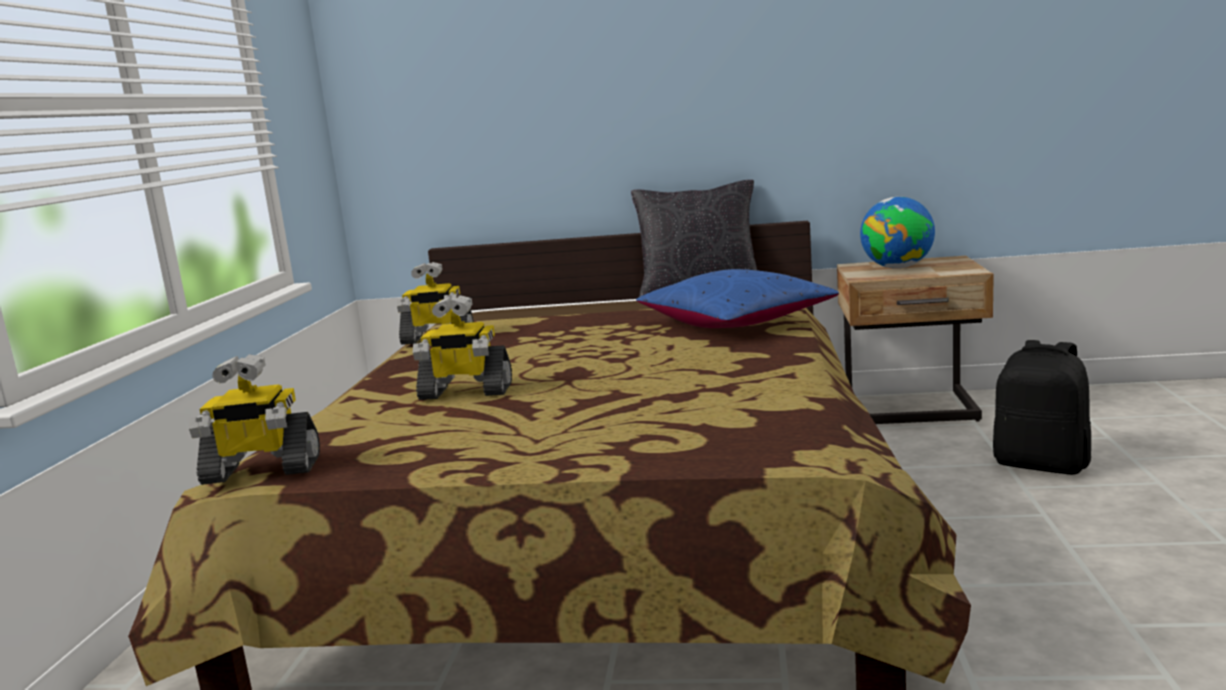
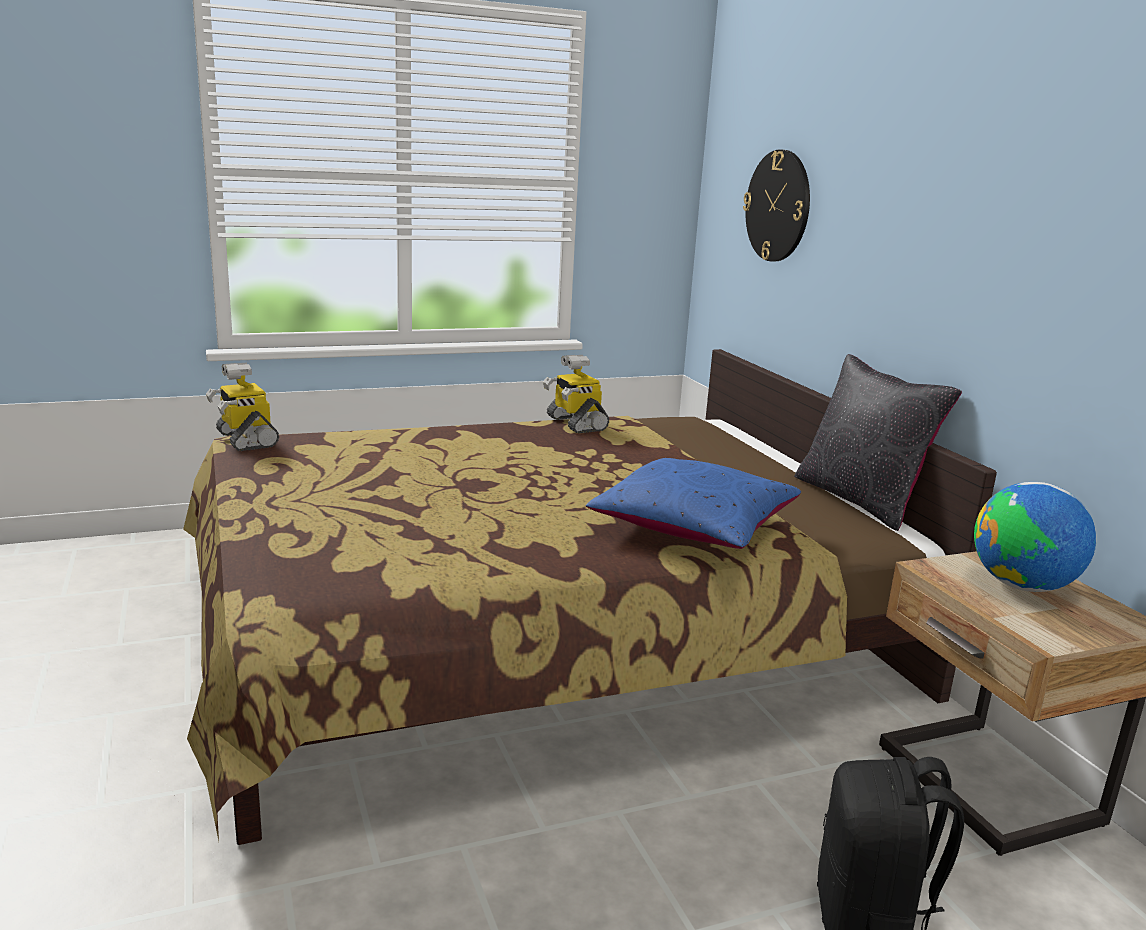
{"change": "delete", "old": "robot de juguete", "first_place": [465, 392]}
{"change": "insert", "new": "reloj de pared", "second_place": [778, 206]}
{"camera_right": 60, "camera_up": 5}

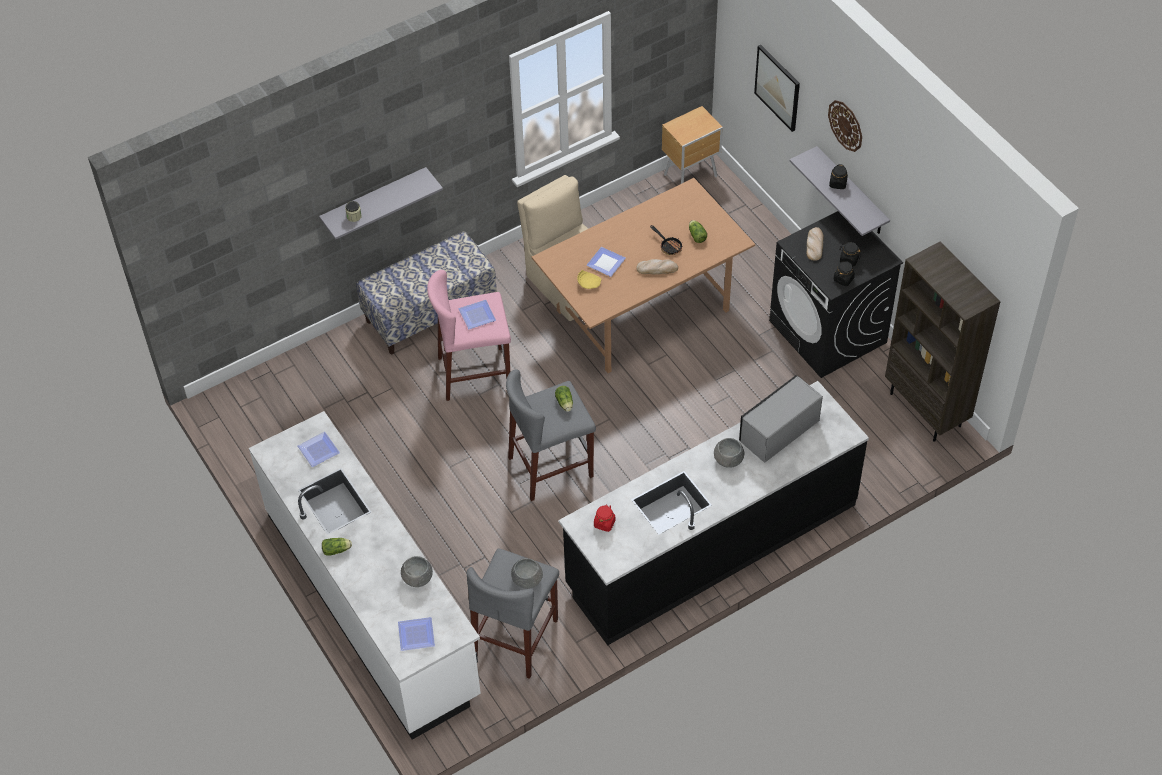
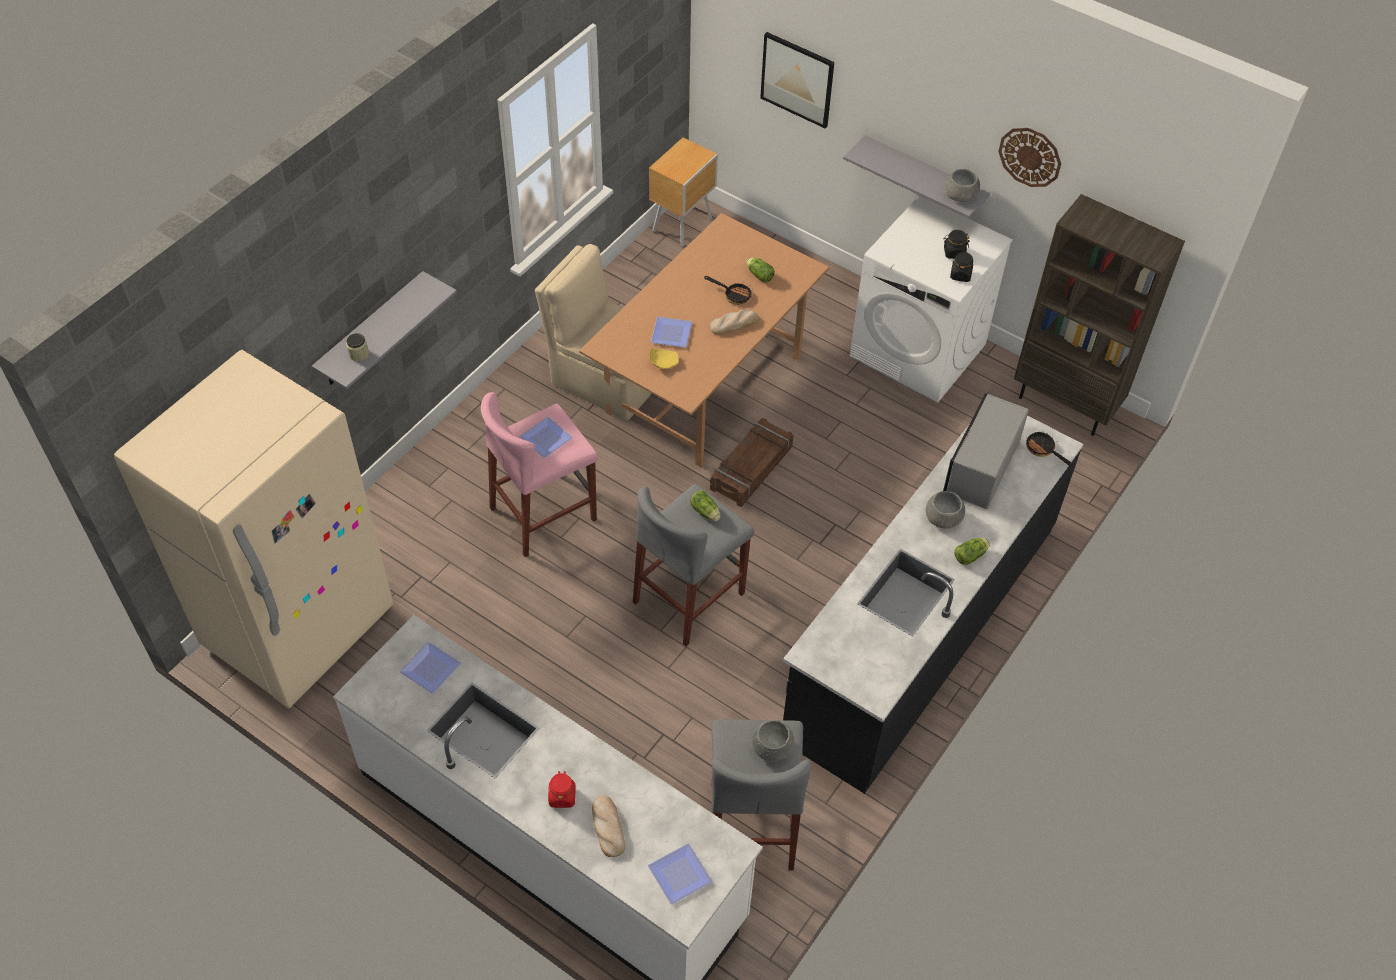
{"change": "delete", "old": "banco", "first_place": [430, 312]}
{"change": "delete", "old": "tarro [negro]", "first_place": [838, 183]}
{"change": "insert", "new": "nevera [beis]", "second_place": [299, 628]}
{"change": "insert", "new": "caja de embalaje", "second_place": [752, 468]}
{"change": "insert", "new": "sartén", "second_place": [1043, 450]}
{"change": "move", "old": "lechuga", "first_place": [337, 550], "second_place": [971, 555]}
{"change": "move", "old": "cuenco [gris]", "first_place": [417, 577], "second_place": [960, 195]}
{"change": "move", "old": "tarro [rojo]", "first_place": [604, 523], "second_place": [562, 796]}
{"change": "move", "old": "pan", "first_place": [814, 245], "second_place": [607, 827]}
{"change": "move", "old": "reloj de pared", "first_place": [846, 125], "second_place": [1030, 156]}
{"change": "recolor", "old": "lavadora [negro]", "new": "lavadora [blanco]", "first_place": [828, 332], "second_place": [918, 350]}
{"camera_right": -25, "camera_up": 0}

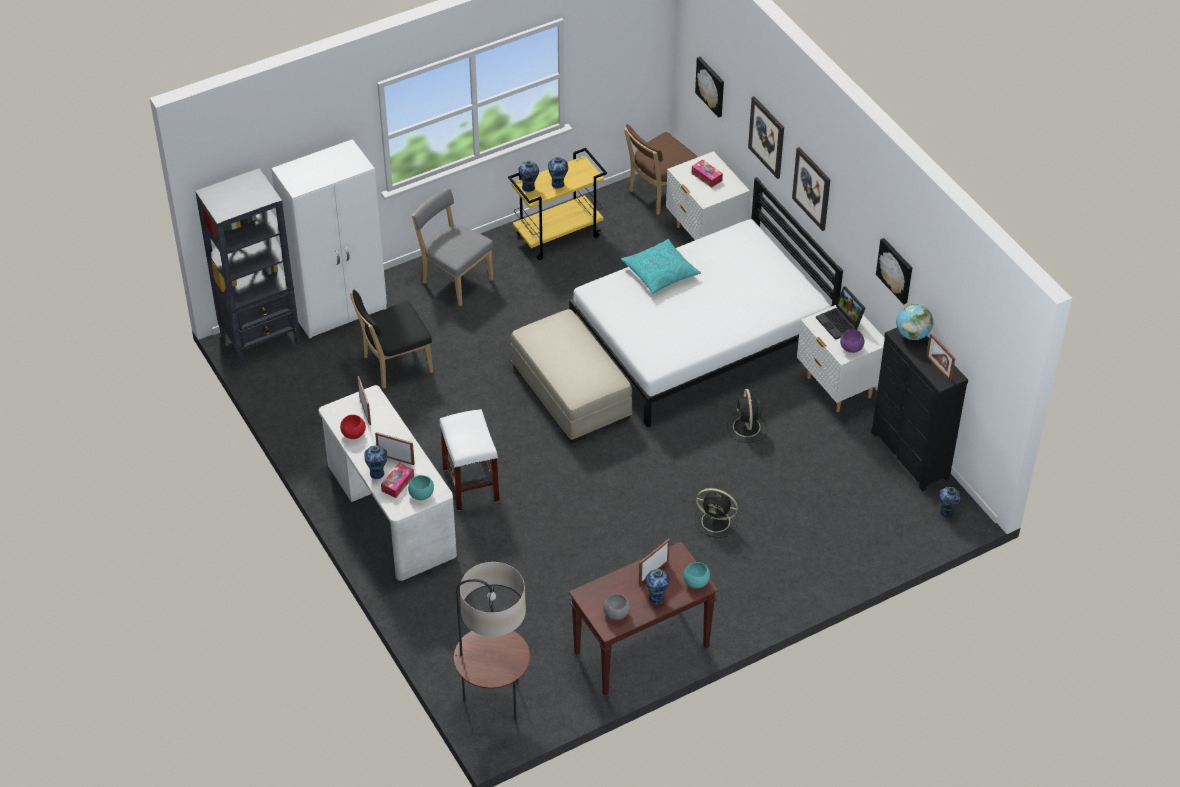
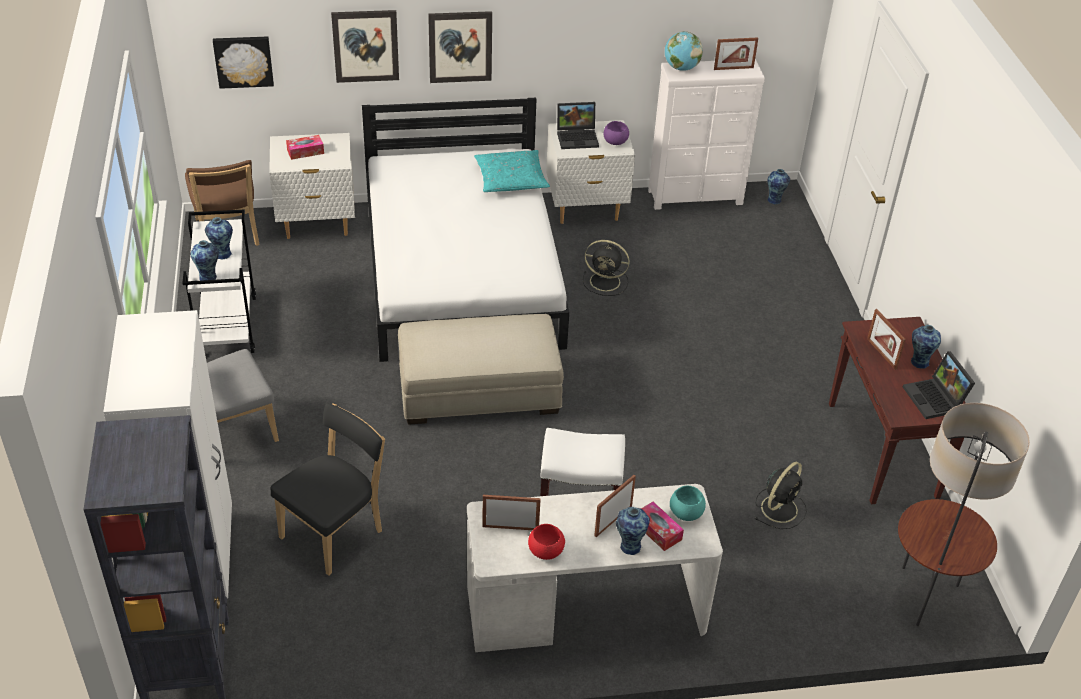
{"change": "delete", "old": "cuenco [turquesa]", "first_place": [697, 581]}
{"change": "delete", "old": "cuadro", "first_place": [896, 270]}
{"change": "move", "old": "cojín [turquesa]", "first_place": [660, 272], "second_place": [511, 179]}
{"change": "move", "old": "ventilador [negro]", "first_place": [717, 521], "second_place": [780, 508]}
{"change": "replace", "old": "cuenco [gris]", "new": "portátil", "first_place": [616, 613], "second_place": [935, 399]}
{"change": "recolor", "old": "carrito [amarillo]", "new": "carrito [blanco]", "first_place": [558, 235], "second_place": [227, 326]}
{"change": "recolor", "old": "cómoda [negro]", "new": "cómoda [blanco]", "first_place": [909, 456], "second_place": [696, 198]}
{"change": "rotate", "old": "silla [negro]", "first_place": [394, 365], "second_place": [335, 532], "degrees": -135}
{"camera_right": -70, "camera_up": -5}

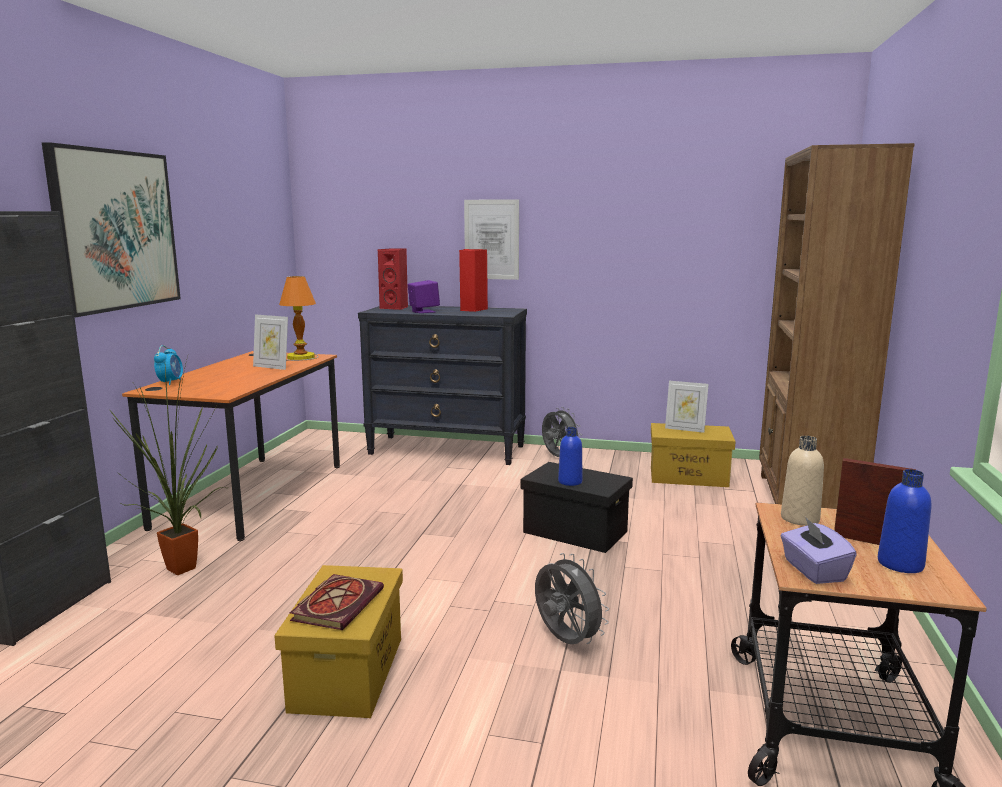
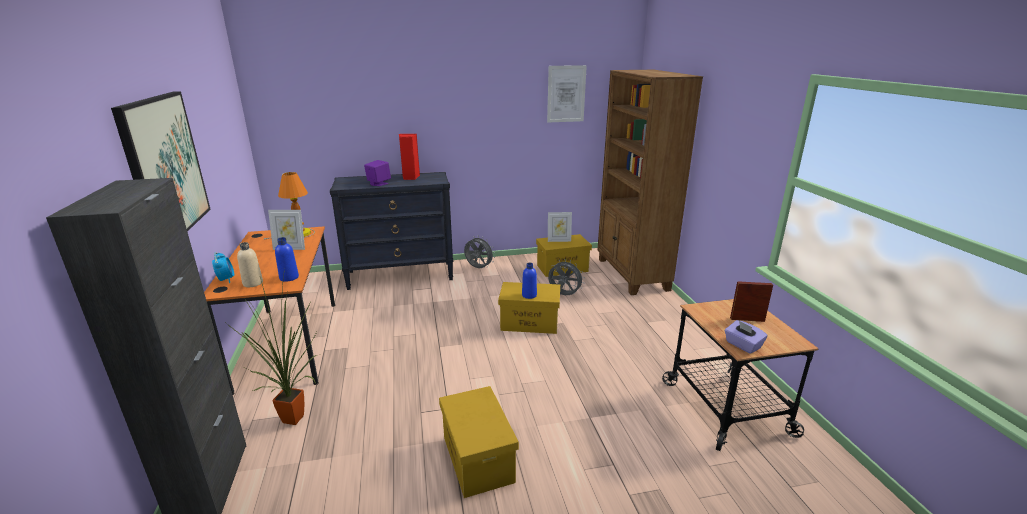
{"change": "delete", "old": "libro", "first_place": [337, 604]}
{"change": "delete", "old": "altavoz [rojo]", "first_place": [395, 308]}
{"change": "move", "old": "cuadro", "first_place": [491, 239], "second_place": [566, 94]}
{"change": "move", "old": "ventilador [gris]", "first_place": [565, 641], "second_place": [564, 295]}
{"change": "move", "old": "botella [beis]", "first_place": [800, 519], "second_place": [253, 283]}
{"change": "move", "old": "botella [azul]", "first_place": [900, 564], "second_place": [289, 278]}
{"change": "recolor", "old": "caja de almacenaje [negro]", "new": "caja de almacenaje [amarillo]", "first_place": [576, 532], "second_place": [530, 322]}
{"camera_right": -25, "camera_up": 10}

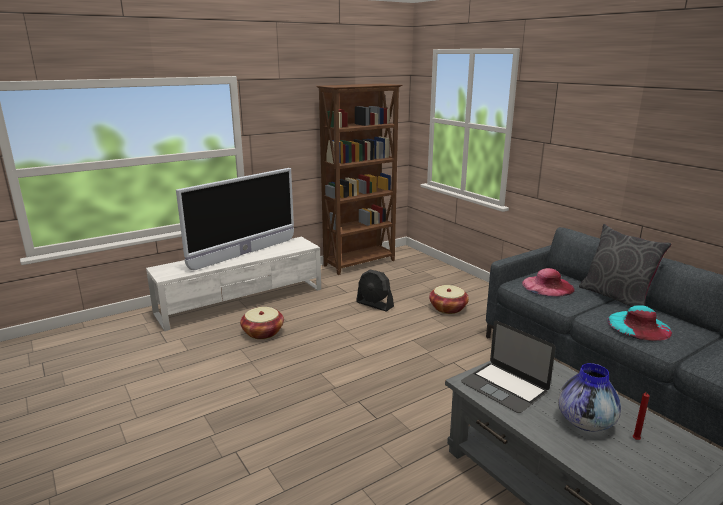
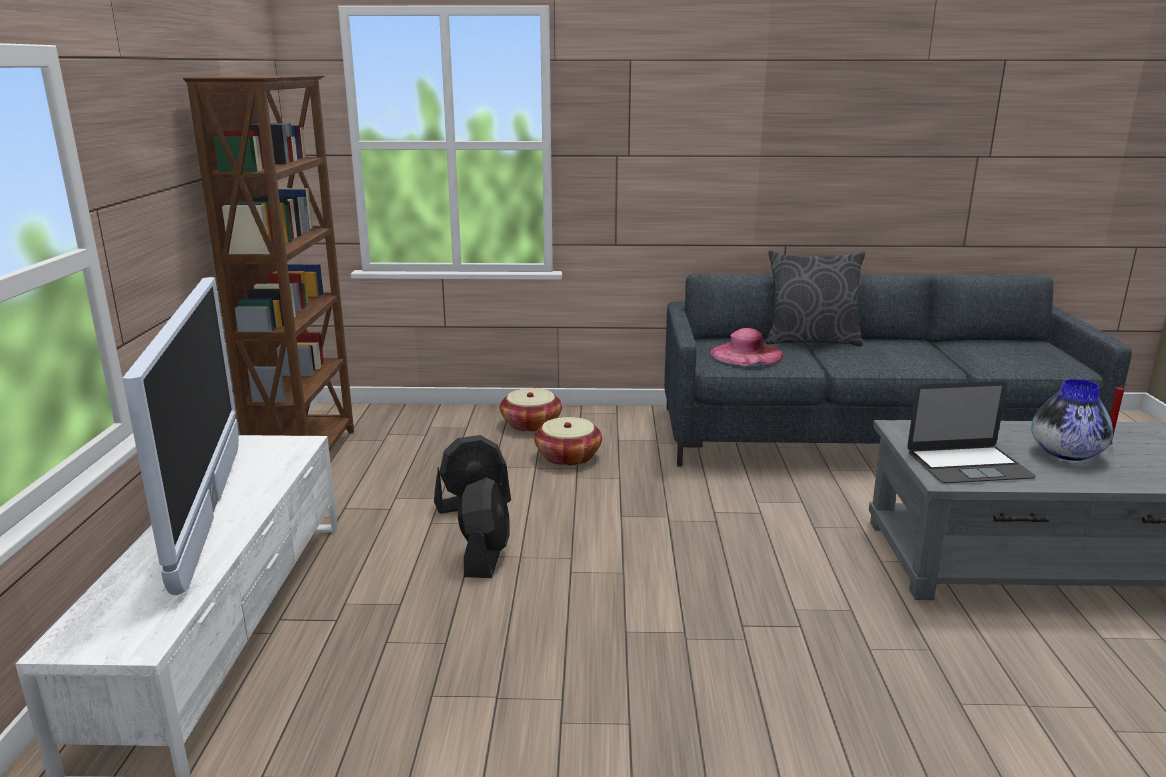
{"change": "delete", "old": "sombrero [turquesa]", "first_place": [639, 326]}
{"change": "insert", "new": "ventilador [negro]", "second_place": [485, 556]}
{"change": "move", "old": "cesta", "first_place": [263, 332], "second_place": [531, 424]}
{"camera_right": -55, "camera_up": 0}

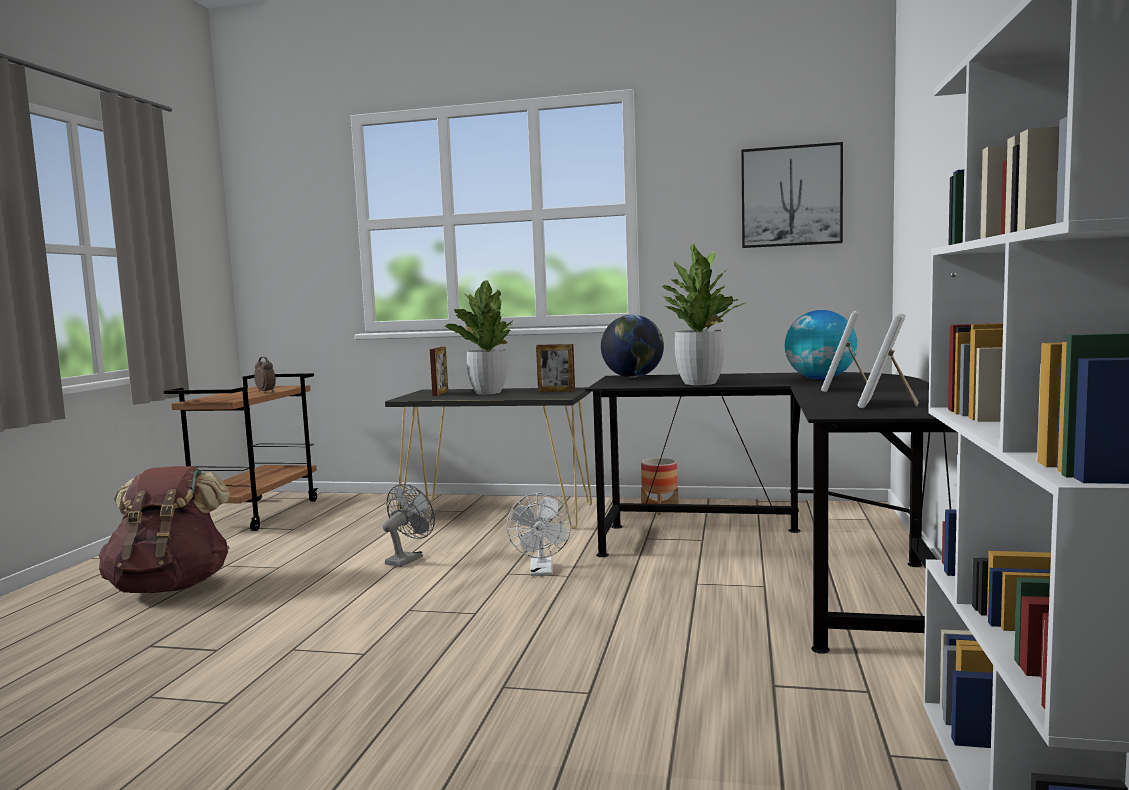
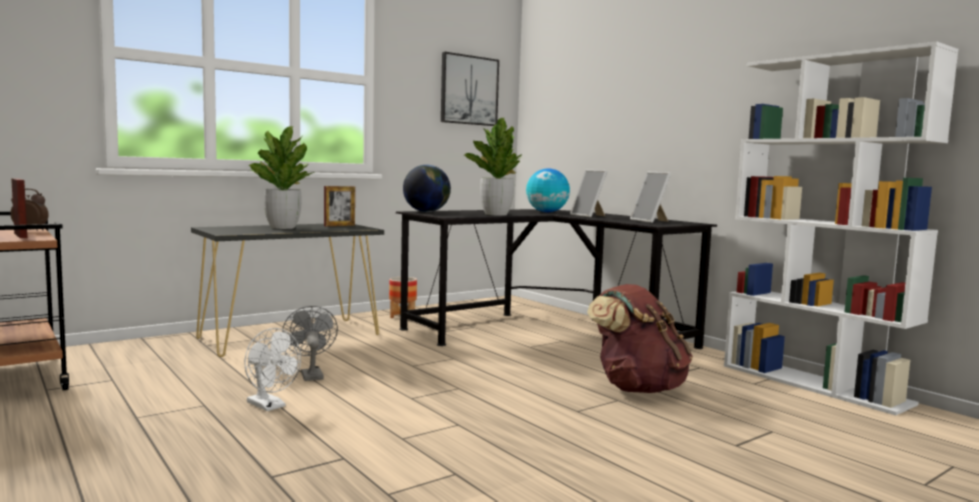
{"change": "move", "old": "mochila [marrón]", "first_place": [171, 587], "second_place": [637, 388]}
{"change": "move", "old": "portarretratos", "first_place": [440, 393], "second_place": [20, 235]}
{"change": "move", "old": "ventilador [blanco]", "first_place": [542, 572], "second_place": [270, 406]}
{"camera_right": -50, "camera_up": 0}

